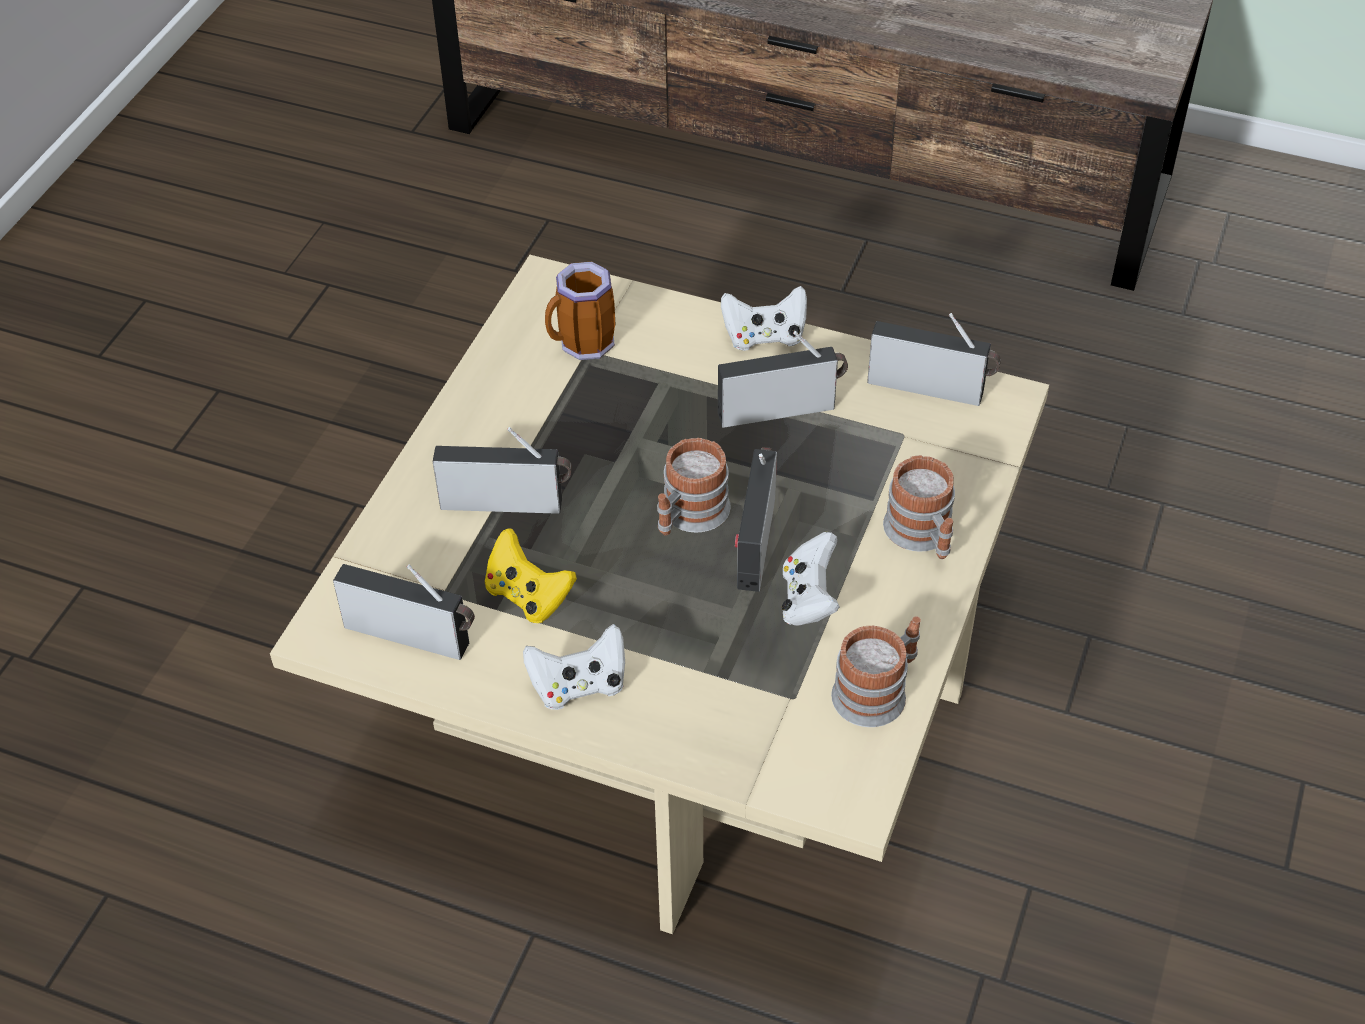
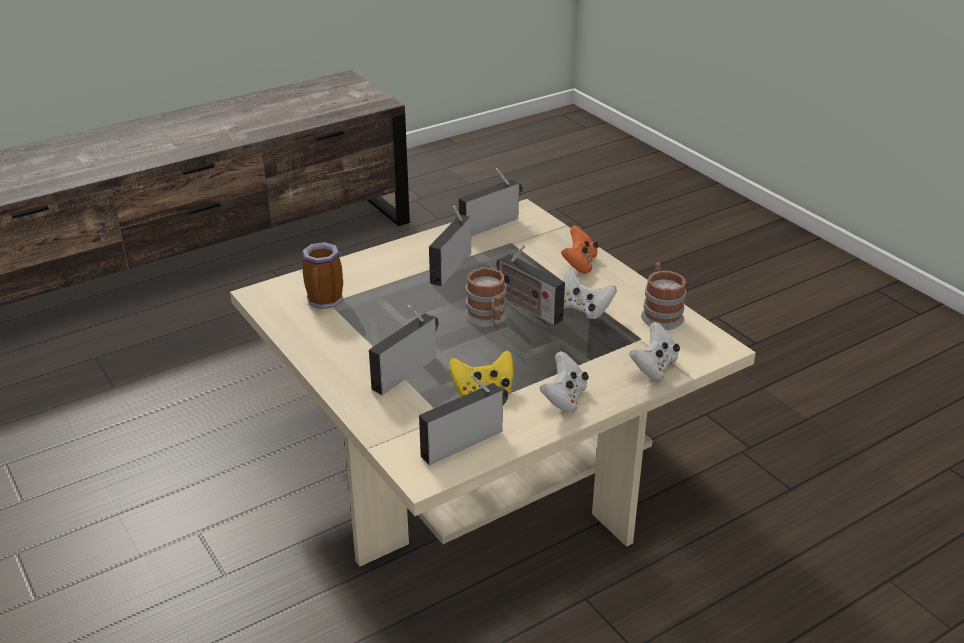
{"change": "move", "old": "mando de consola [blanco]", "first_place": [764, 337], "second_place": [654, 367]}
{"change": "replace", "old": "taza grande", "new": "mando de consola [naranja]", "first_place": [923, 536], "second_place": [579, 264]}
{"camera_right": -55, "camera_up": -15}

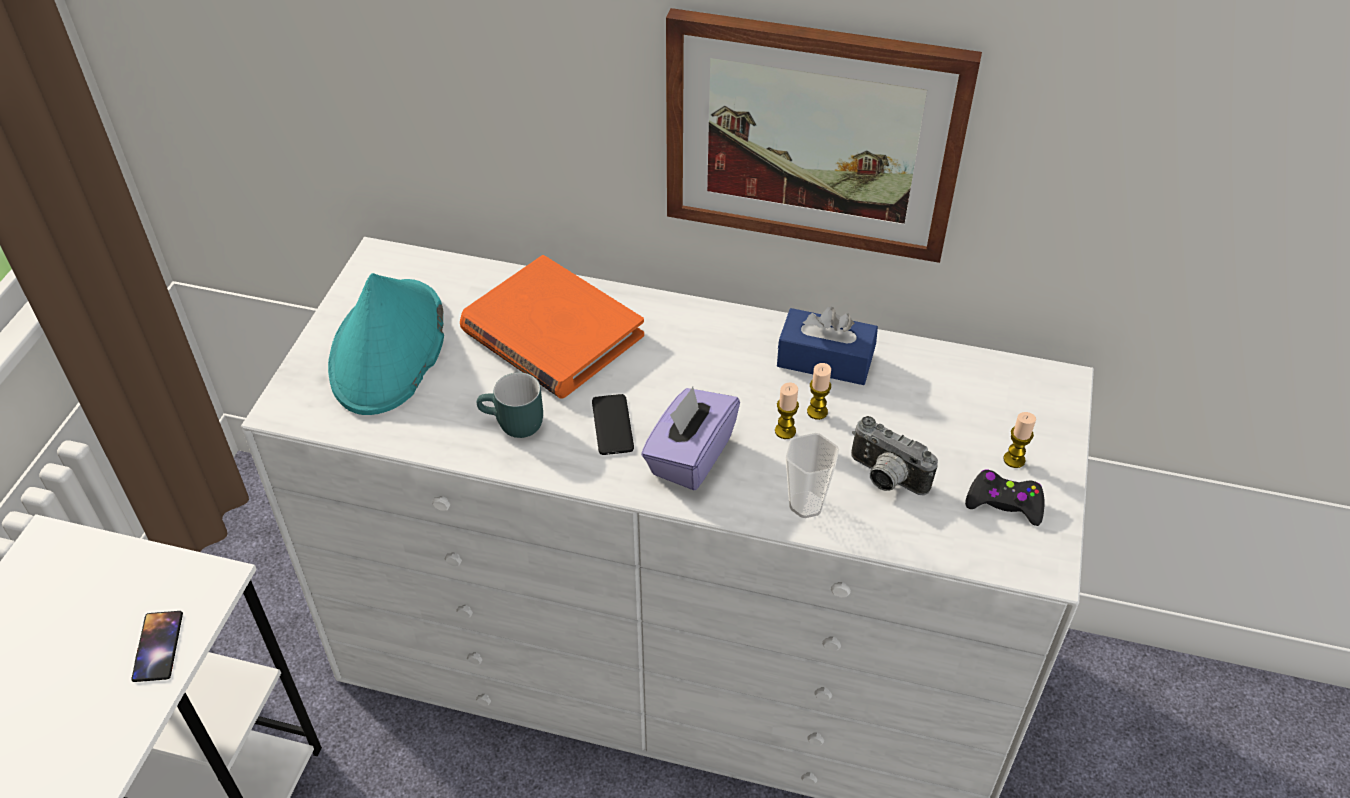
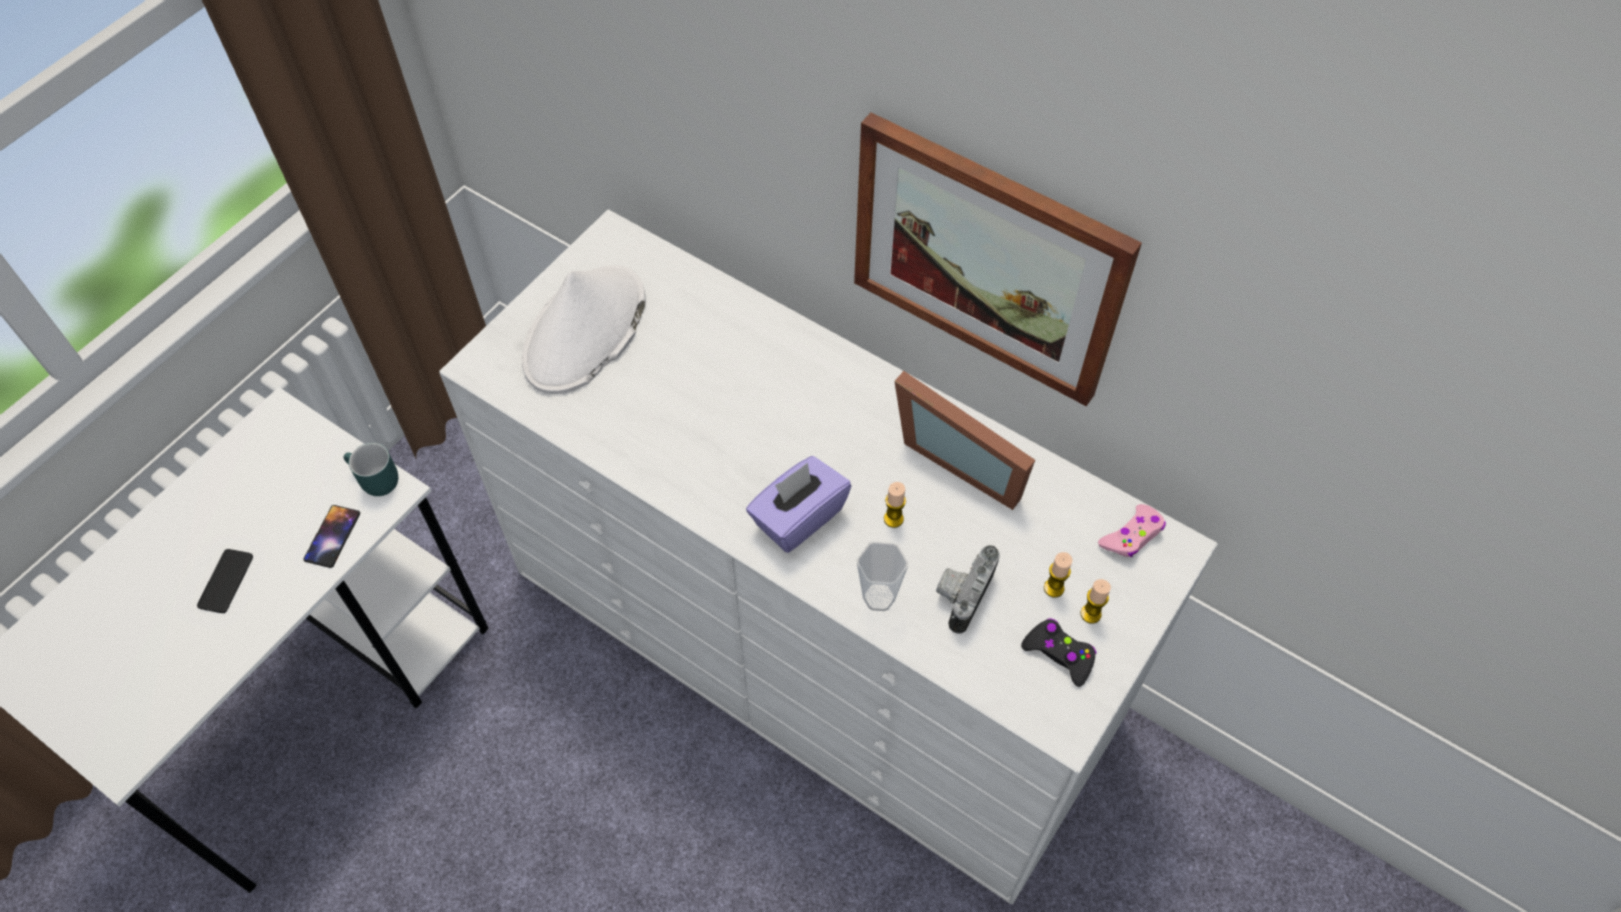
{"change": "delete", "old": "libro [naranja]", "first_place": [551, 333]}
{"change": "insert", "new": "mando de consola [rosa]", "second_place": [1132, 536]}
{"change": "move", "old": "taza grande [turquesa]", "first_place": [513, 425], "second_place": [373, 482]}
{"change": "move", "old": "móvil", "first_place": [612, 425], "second_place": [226, 581]}
{"change": "move", "old": "vela", "first_place": [817, 411], "second_place": [1053, 588]}
{"change": "replace", "old": "caja de pañuelos [azul]", "new": "portarretratos", "first_place": [825, 360], "second_place": [963, 458]}
{"change": "recolor", "old": "sombrero [turquesa]", "new": "sombrero [blanco]", "first_place": [388, 349], "second_place": [585, 331]}
{"change": "rotate", "old": "cámara", "first_place": [884, 478], "second_place": [961, 594], "degrees": 60}
{"camera_right": 20, "camera_up": 10}

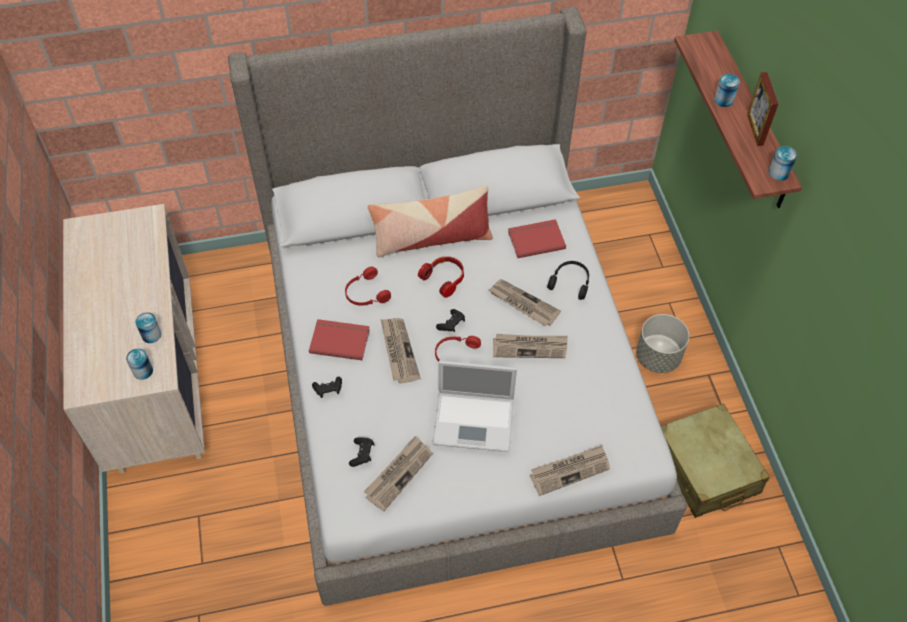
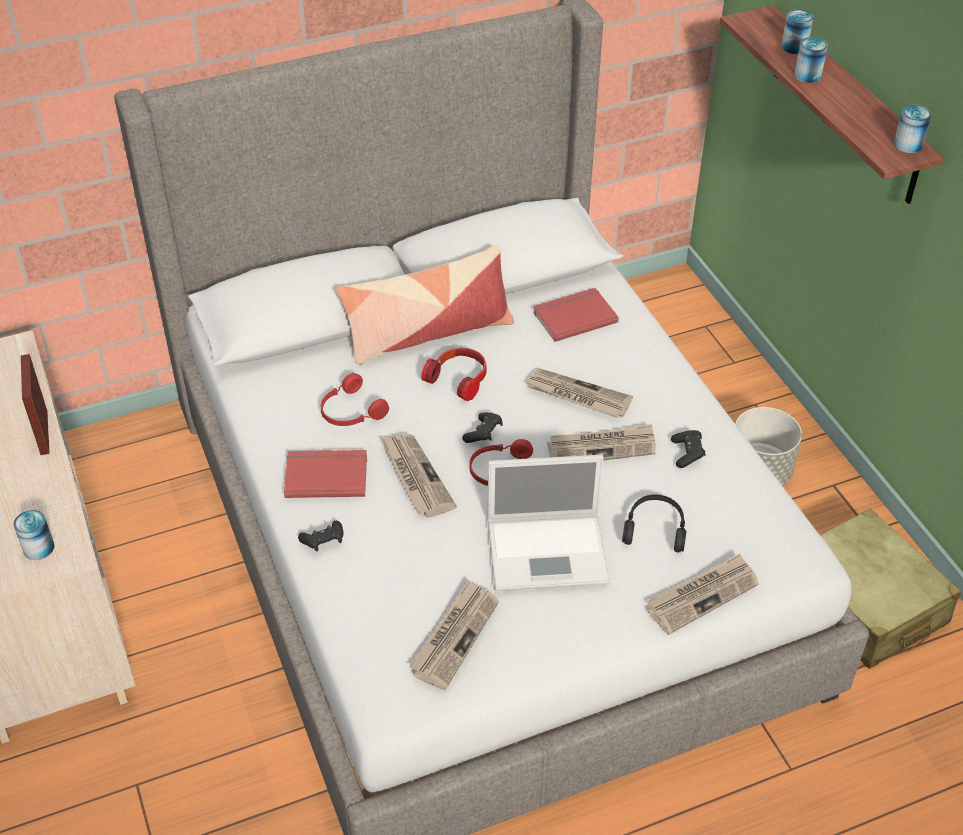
{"change": "move", "old": "lata", "first_place": [151, 335], "second_place": [794, 47]}
{"change": "move", "old": "mando de consola [negro]", "first_place": [362, 454], "second_place": [687, 454]}
{"change": "move", "old": "auriculares [negro]", "first_place": [570, 282], "second_place": [655, 528]}
{"change": "move", "old": "portarretratos", "first_place": [755, 129], "second_place": [44, 432]}
{"camera_right": -10, "camera_up": -10}

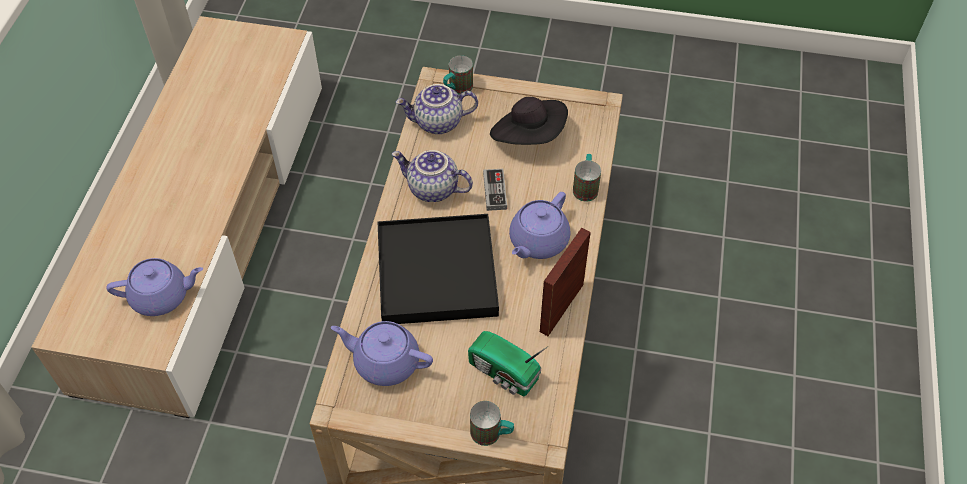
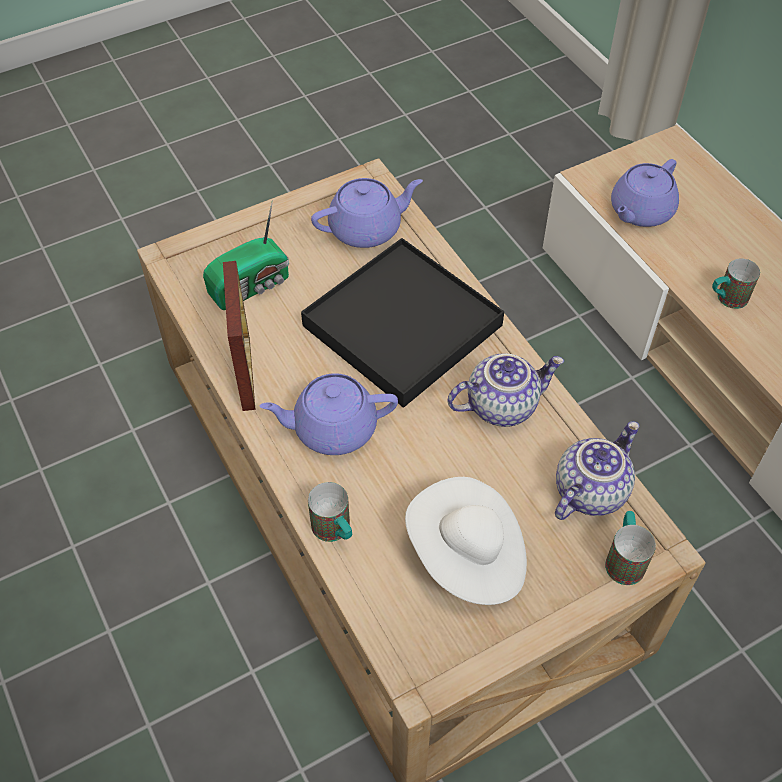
{"change": "delete", "old": "mando de consola", "first_place": [495, 191]}
{"change": "move", "old": "taza grande", "first_place": [492, 434], "second_place": [726, 299]}
{"change": "recolor", "old": "sombrero [negro]", "new": "sombrero [blanco]", "first_place": [529, 136], "second_place": [468, 557]}
{"change": "rotate", "old": "radio", "first_place": [504, 374], "second_place": [252, 286], "degrees": 150}
{"change": "rotate", "old": "tetera [morado]", "first_place": [538, 241], "second_place": [332, 428], "degrees": -90}
{"camera_right": 140, "camera_up": 0}

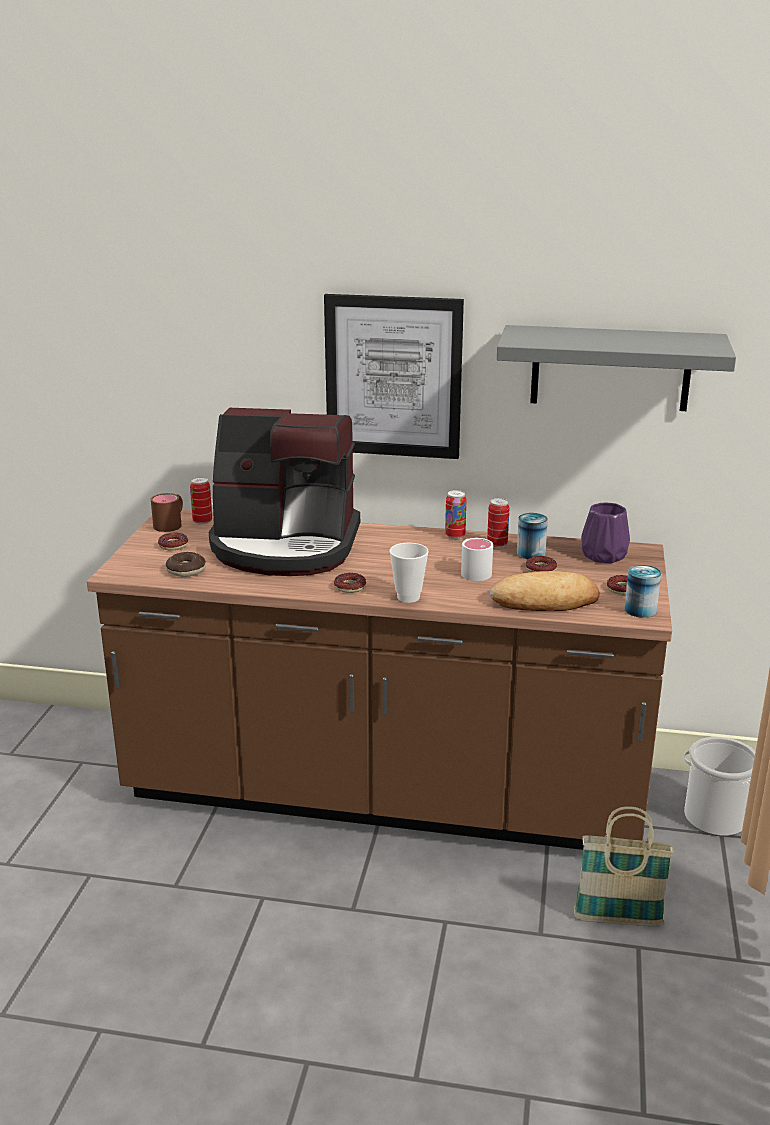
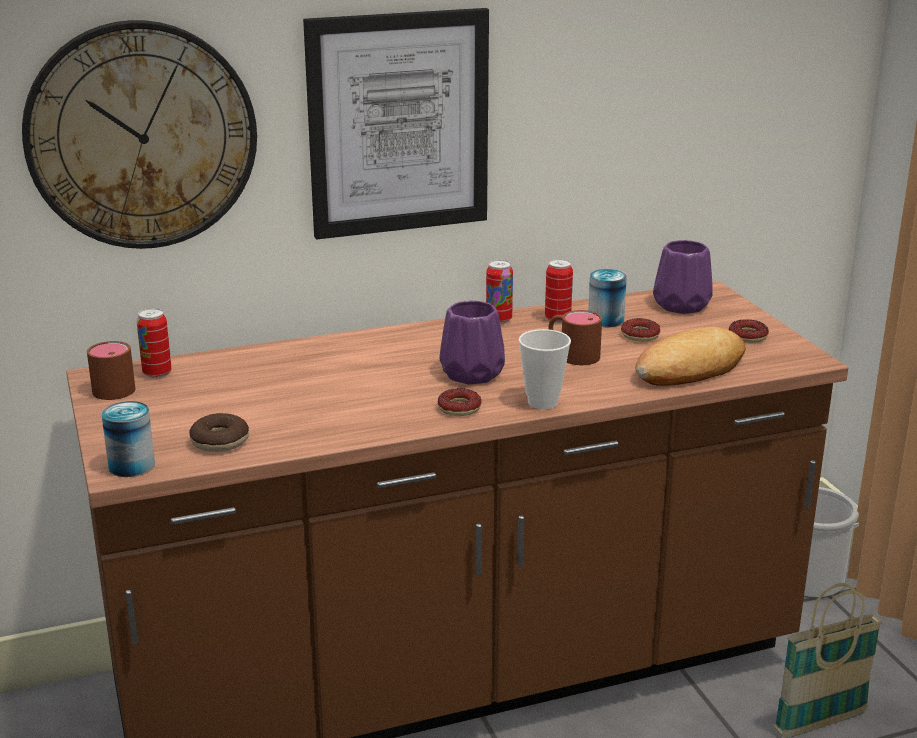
{"change": "delete", "old": "rosquilla", "first_place": [173, 545]}
{"change": "delete", "old": "cafetera", "first_place": [285, 546]}
{"change": "delete", "old": "estante [gris]", "first_place": [610, 368]}
{"change": "insert", "new": "reloj de pared", "second_place": [141, 136]}
{"change": "insert", "new": "florero [morado]", "second_place": [471, 373]}
{"change": "move", "old": "lata", "first_place": [640, 610], "second_place": [131, 465]}
{"change": "recolor", "old": "taza grande [blanco]", "new": "taza grande [marrón]", "first_place": [473, 571], "second_place": [572, 354]}
{"camera_right": -30, "camera_up": 0}

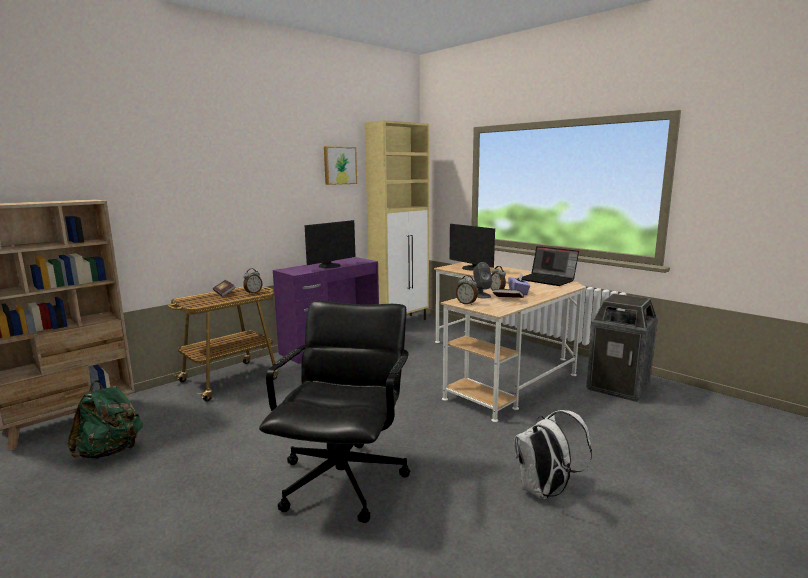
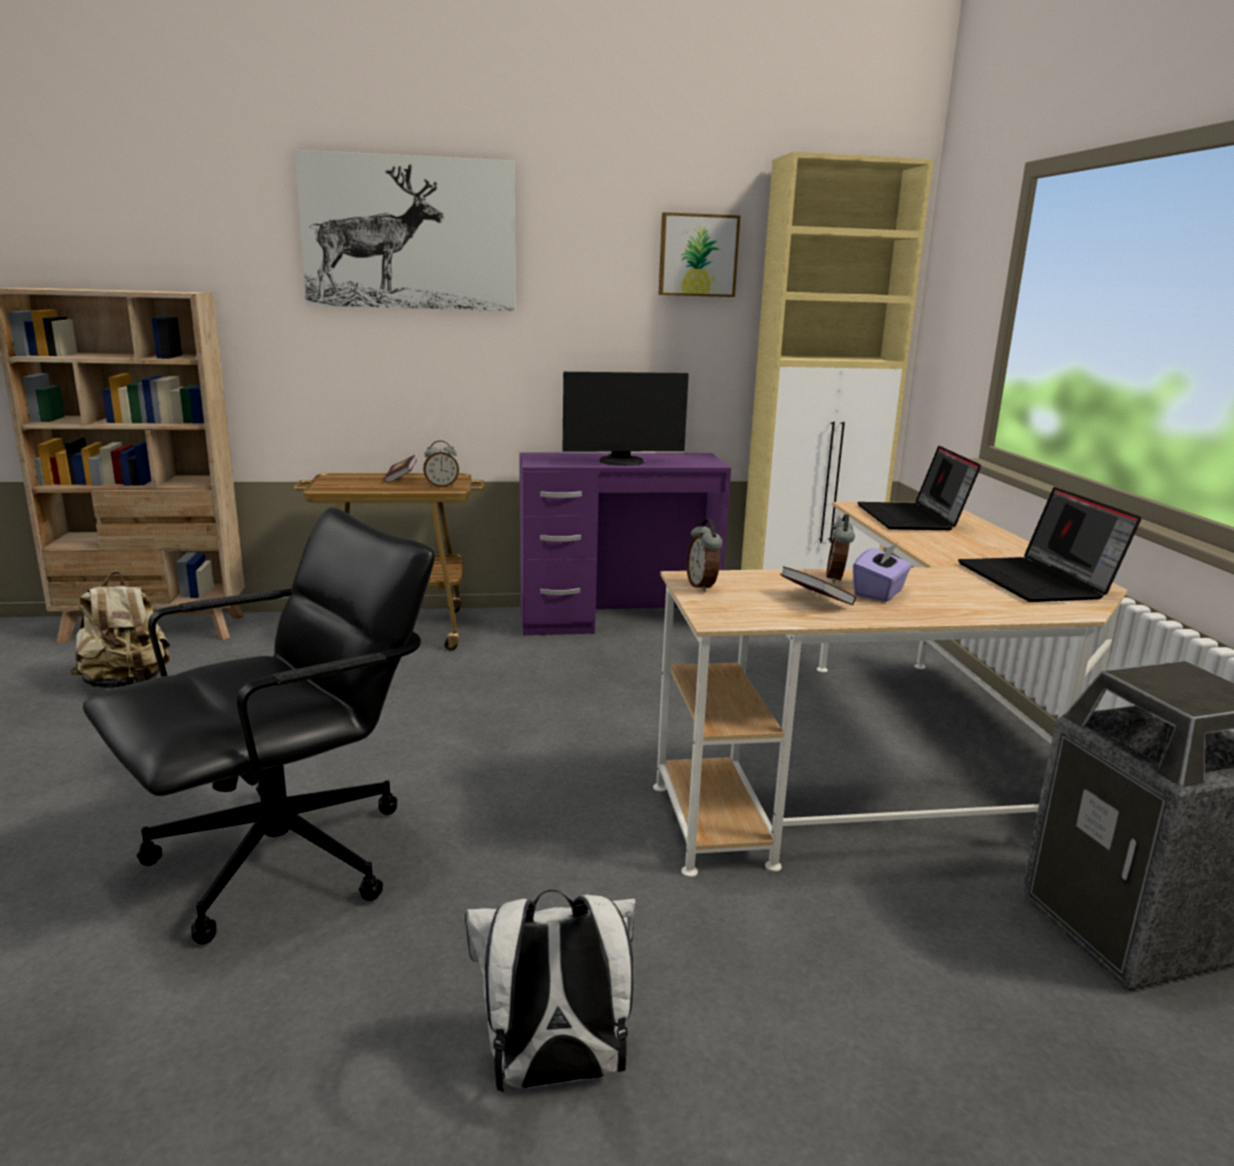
{"change": "delete", "old": "altavoz [gris]", "first_place": [481, 295]}
{"change": "insert", "new": "cuadro", "second_place": [409, 233]}
{"change": "replace", "old": "monitor", "new": "portátil", "first_place": [472, 268], "second_place": [913, 518]}
{"change": "recolor", "old": "mochila [verde]", "new": "mochila [beis]", "first_place": [110, 452], "second_place": [127, 684]}
{"camera_right": 35, "camera_up": 5}

